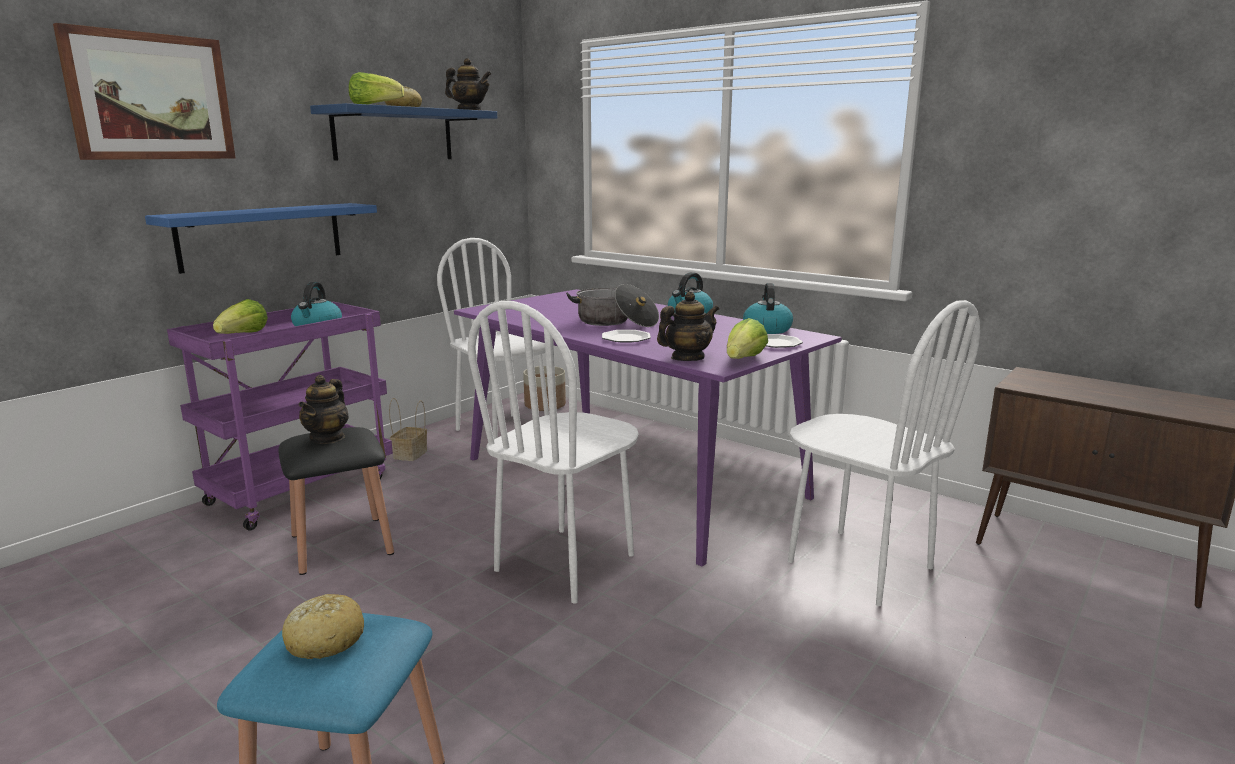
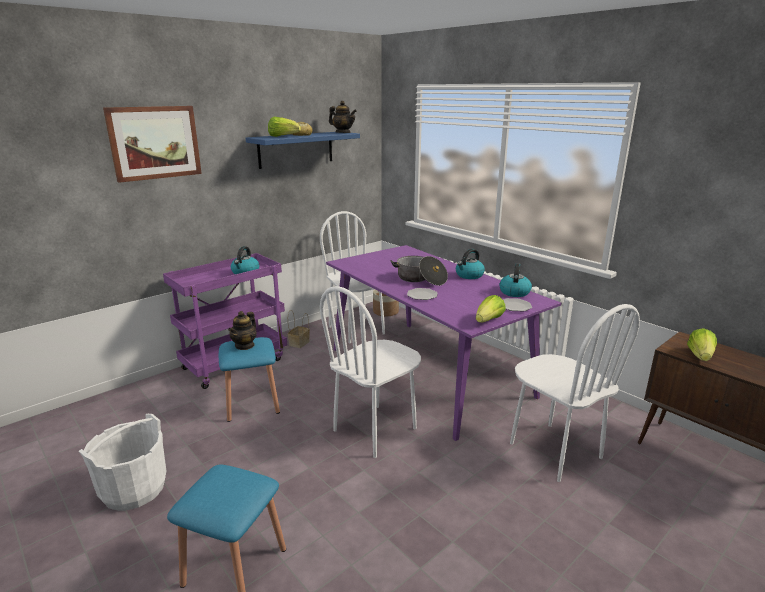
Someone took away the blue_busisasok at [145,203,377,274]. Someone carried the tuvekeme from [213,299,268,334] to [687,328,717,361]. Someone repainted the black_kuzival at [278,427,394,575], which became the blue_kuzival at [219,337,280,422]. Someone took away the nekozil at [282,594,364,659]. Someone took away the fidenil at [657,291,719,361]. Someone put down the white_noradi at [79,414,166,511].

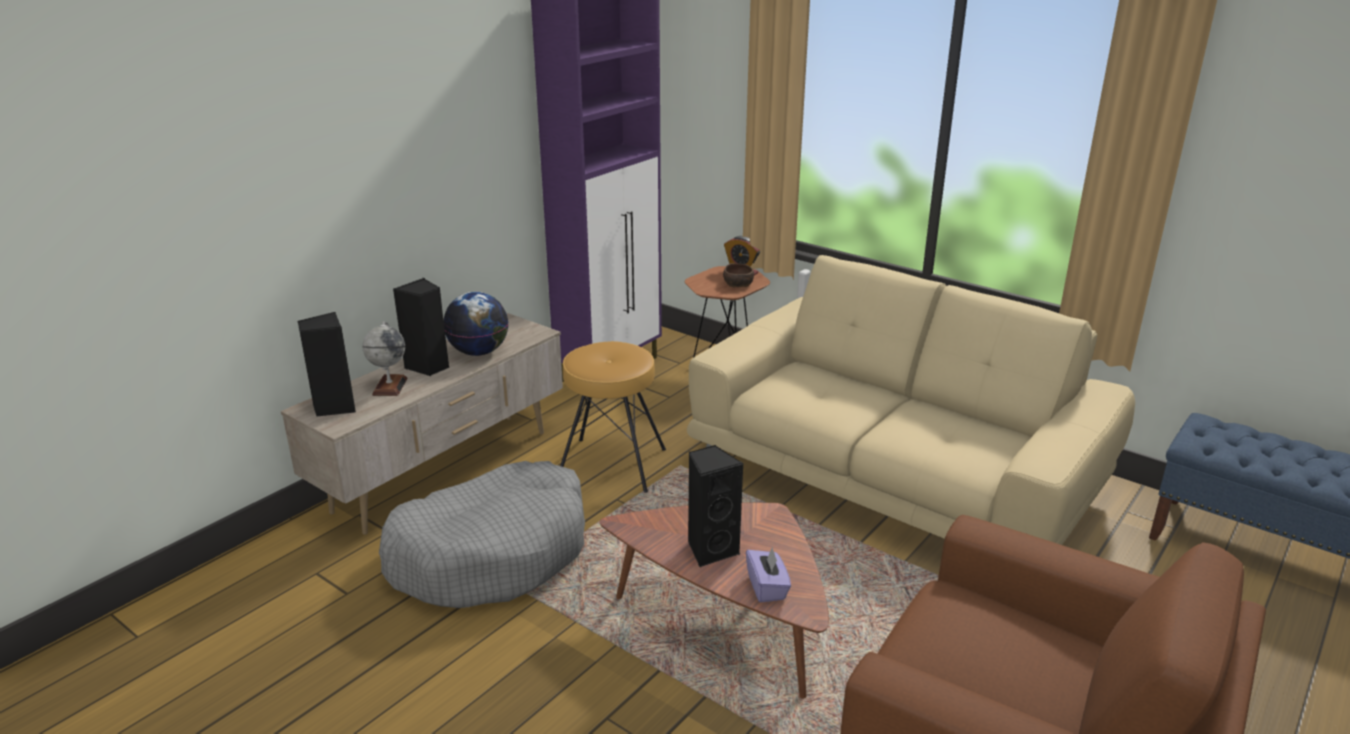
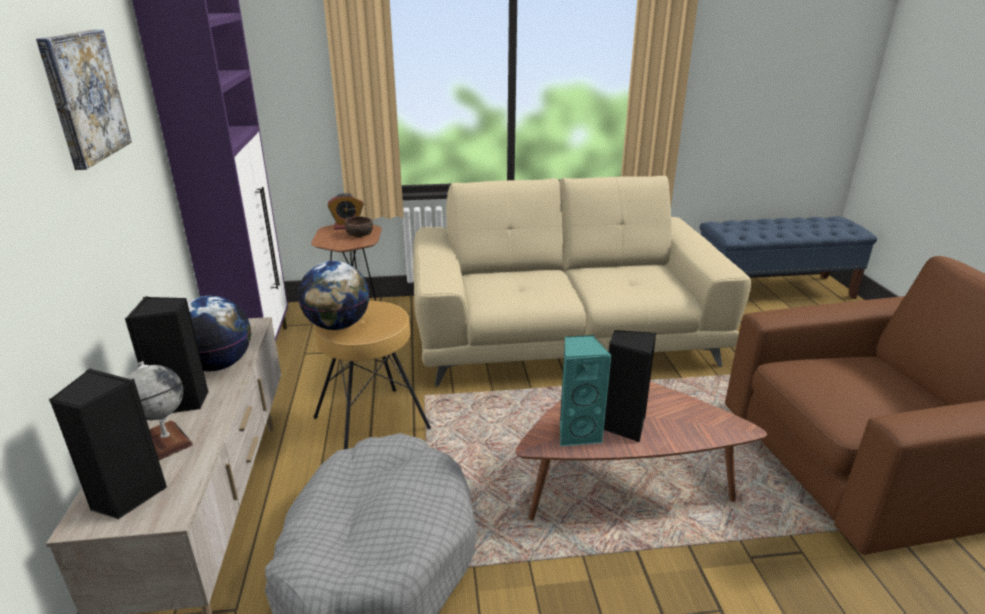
Someone took away the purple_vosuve at [746,546,791,603]. Someone put up the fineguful at [36,29,132,170]. Someone put down the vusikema at [298,261,369,330]. Someone put down the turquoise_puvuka at [560,335,612,446].

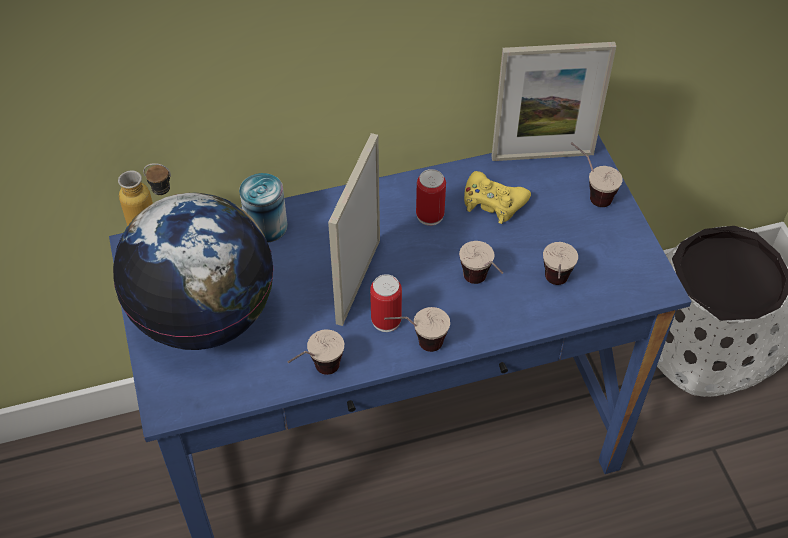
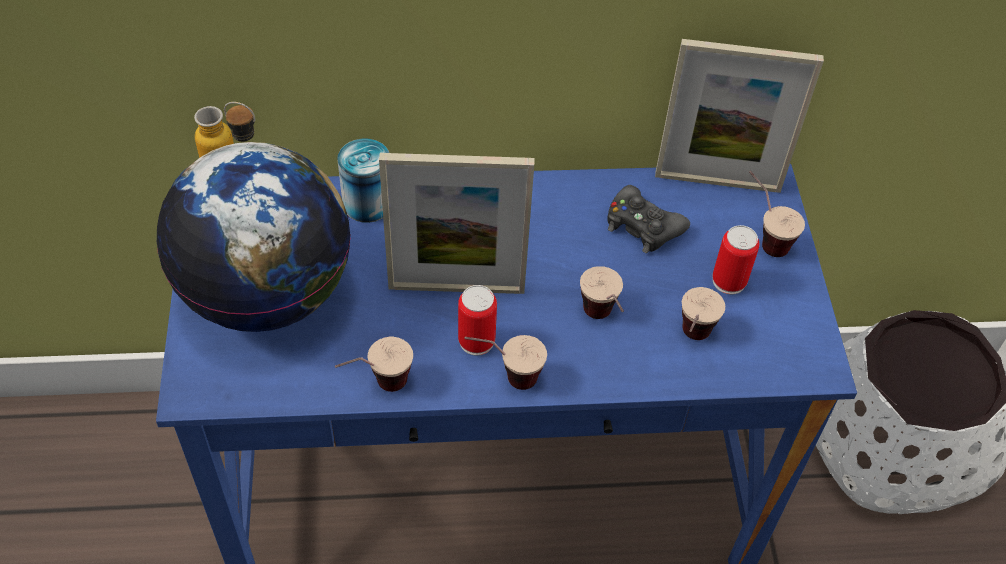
Someone rotated the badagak at [328,133,380,326] by 120 degrees counterclockwise. Someone carried the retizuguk from [416,169,446,226] to [712,225,759,295]. Someone repainted the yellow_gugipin at [464,171,531,224], which became the black_gugipin at [607,185,690,253].

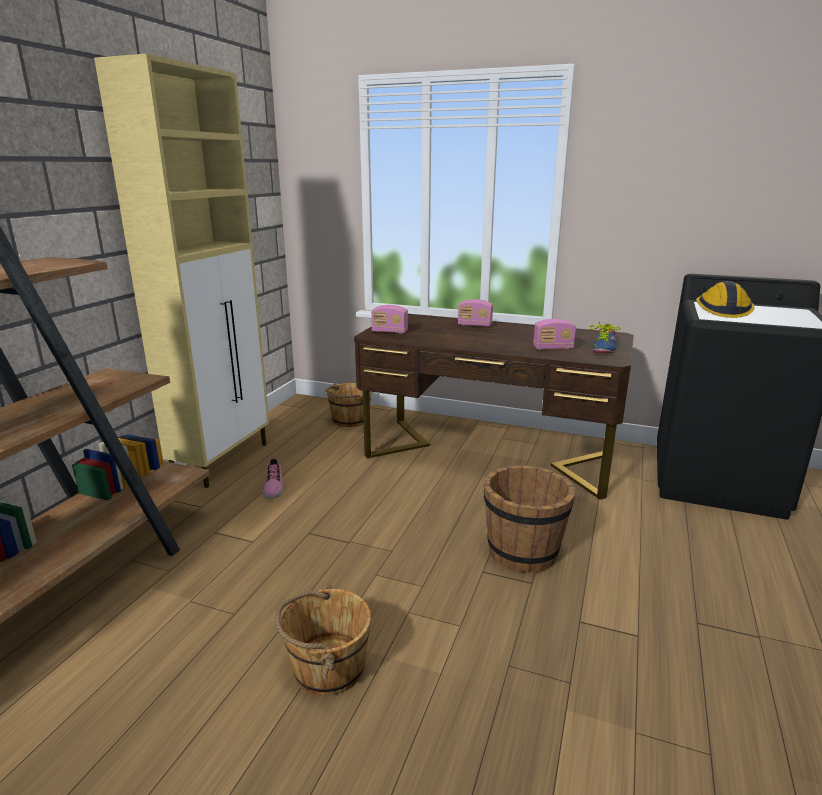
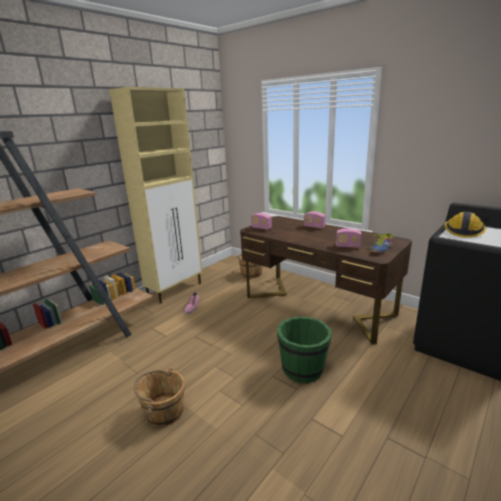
Someone repainted the brown_noradi at [484,465,575,573], which became the green_noradi at [277,316,332,383].

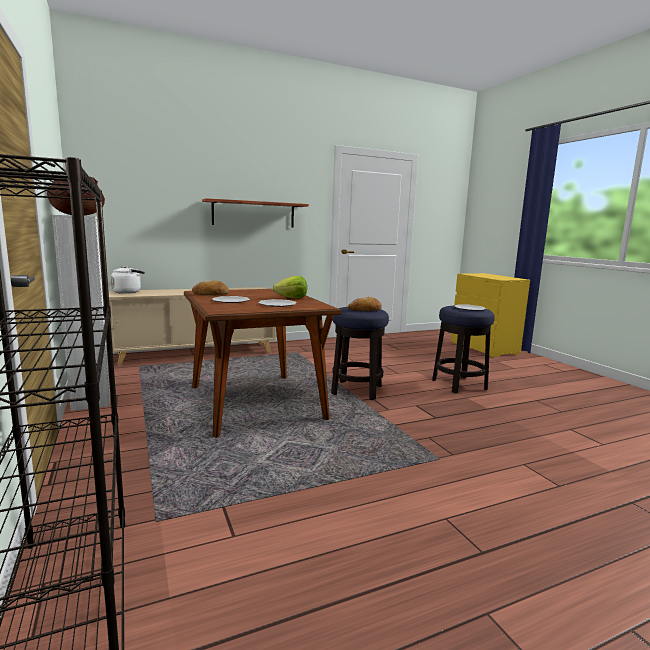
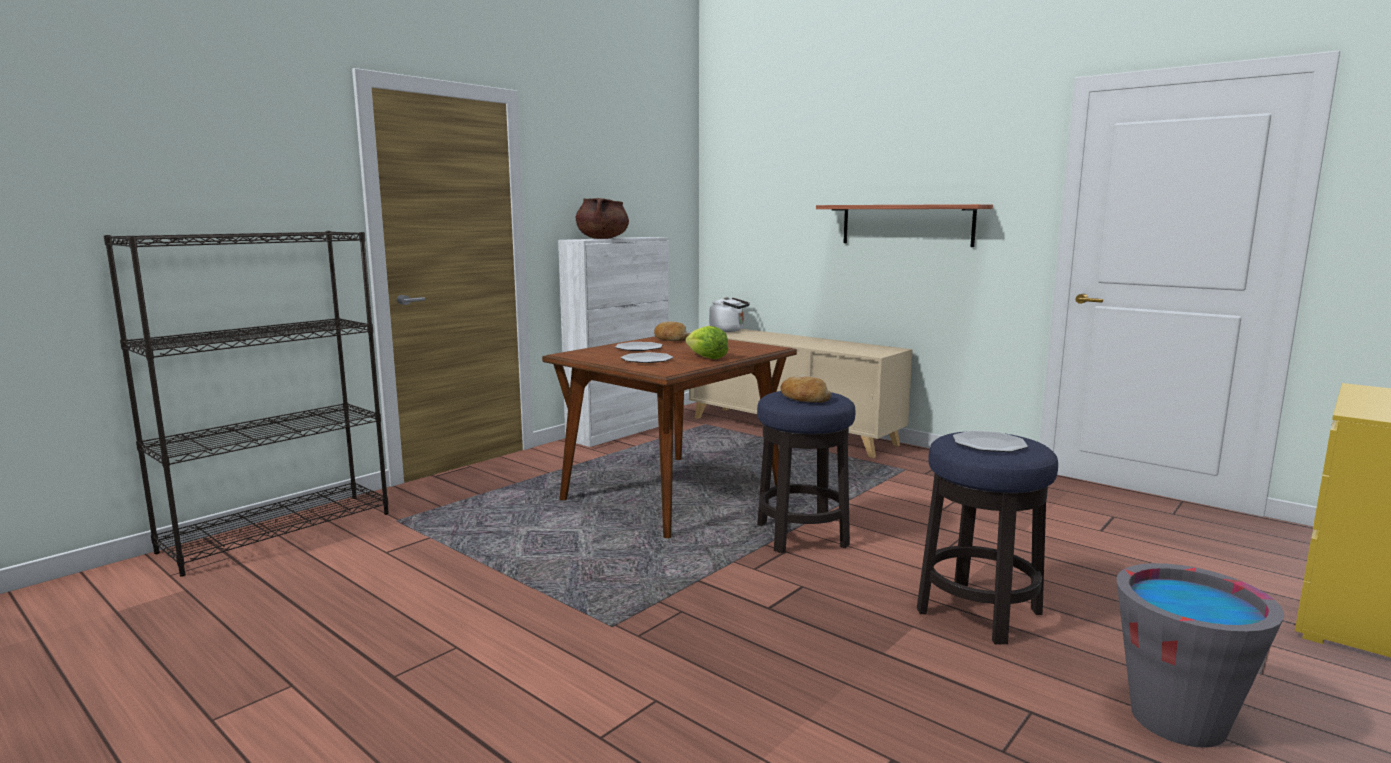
Someone put down the grey_noradi at [1117,563,1284,748].

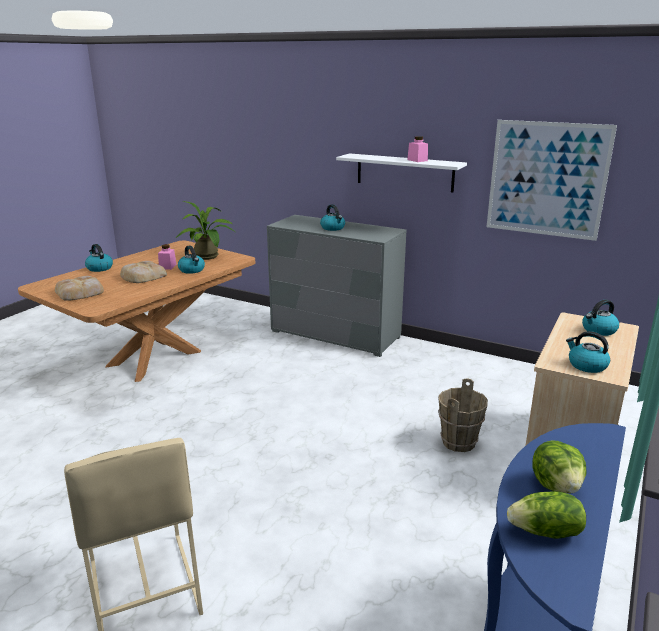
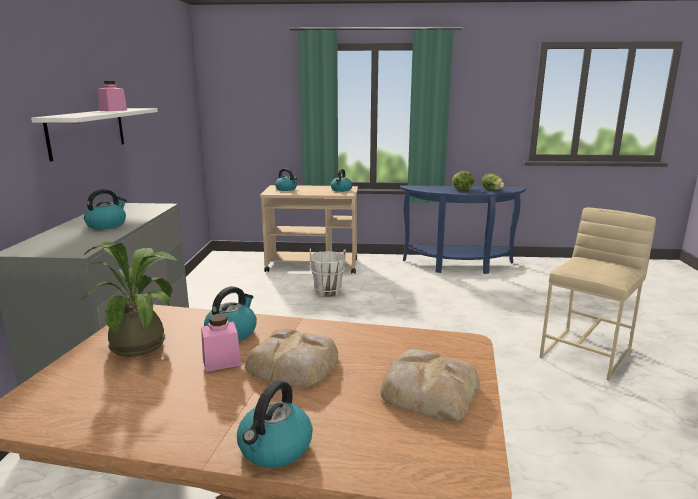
Someone repainted the brown_noradi at [438,378,488,452], which became the white_noradi at [310,249,346,297]. Someone took away the fineguful at [487,120,617,241].

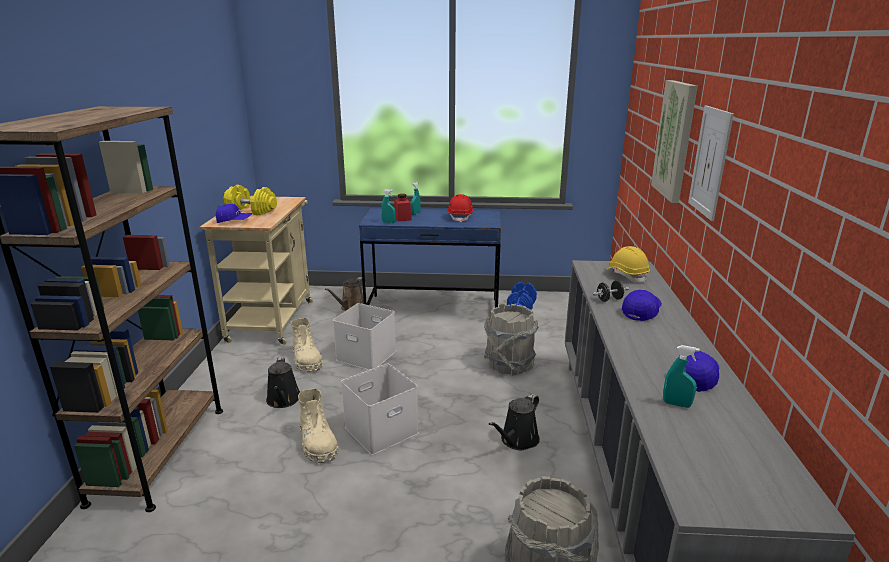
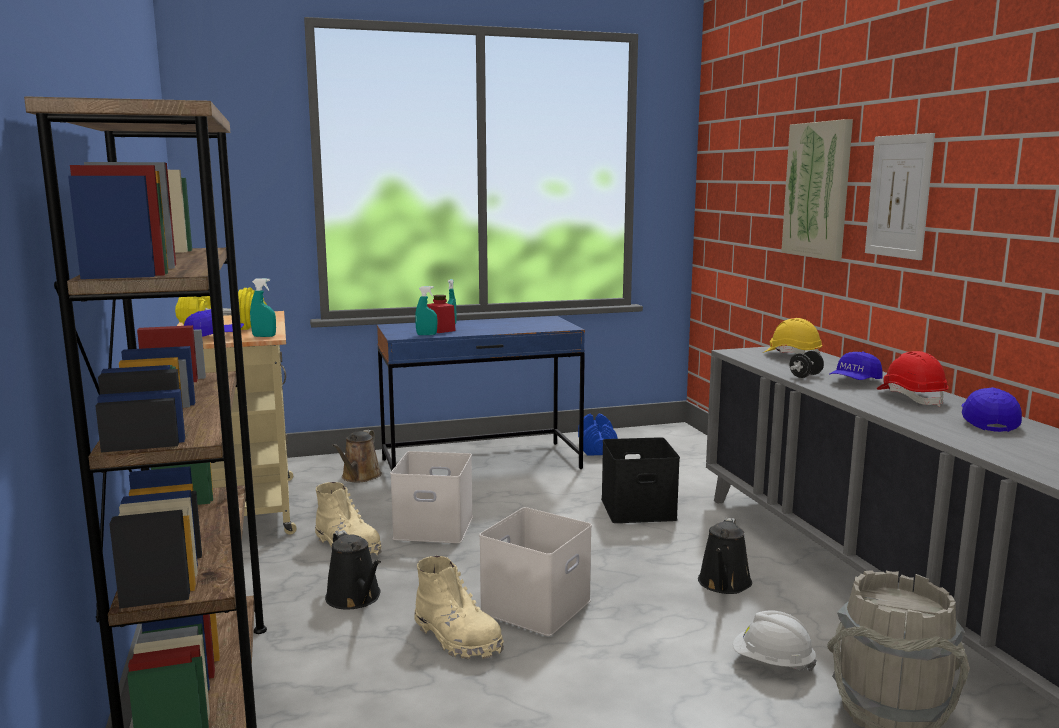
Someone carried the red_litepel from [447,194,474,222] to [877,351,948,407]. Someone swapped the grey_noradi at [484,304,538,376] for the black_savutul at [601,437,680,523]. Someone rotated the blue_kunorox at [622,290,662,321] by 150 degrees counterclockwise. Someone carried the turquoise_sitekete from [663,345,700,408] to [250,278,276,337]. Someone put down the white_litepel at [733,610,817,671].

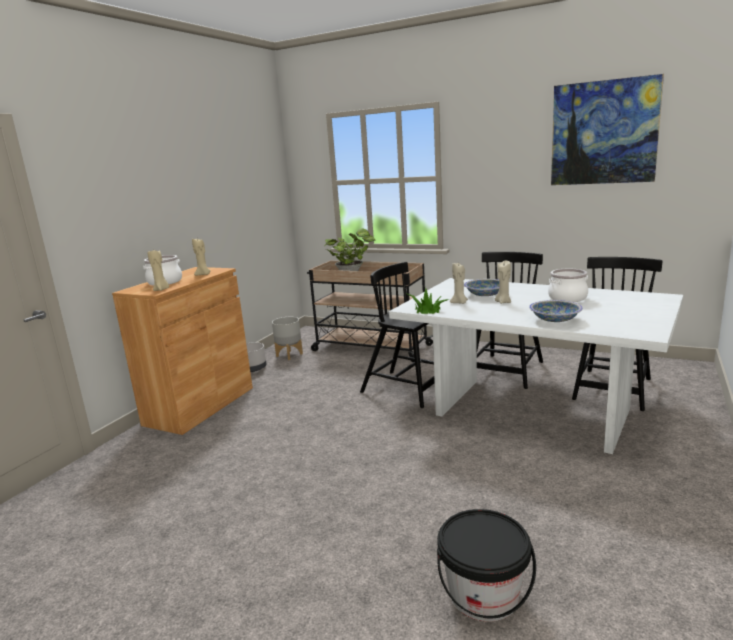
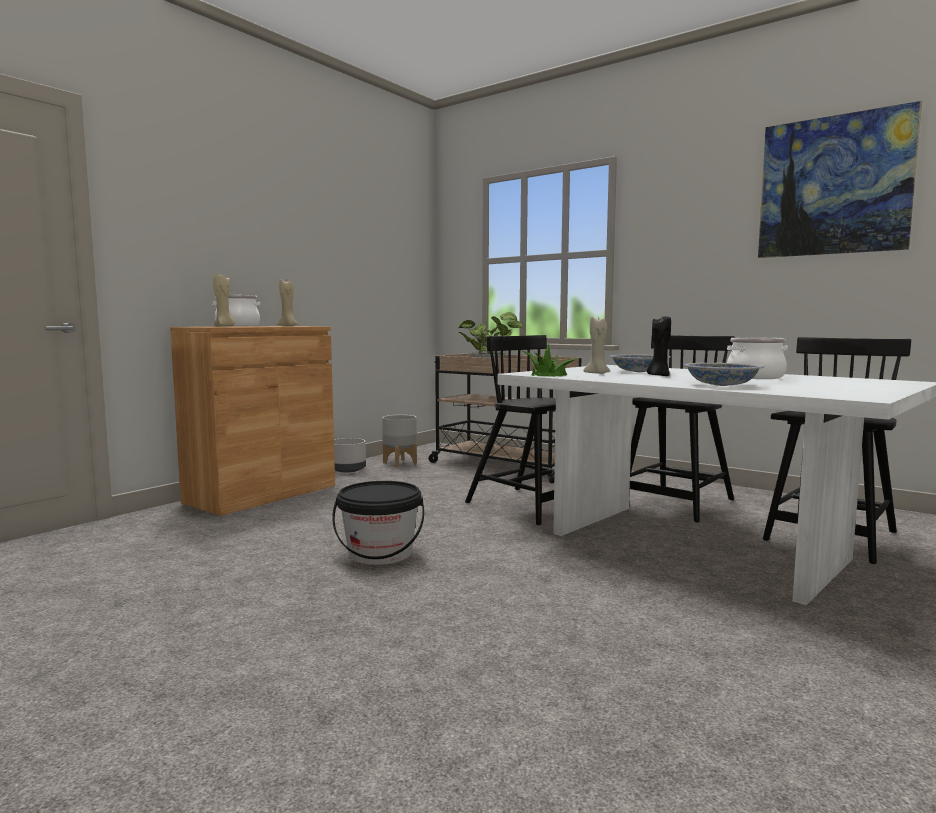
Someone carried the black_noradi from [437,509,536,622] to [332,481,424,565]. Someone repainted the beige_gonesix at [495,260,511,304], which became the black_gonesix at [647,316,671,376].

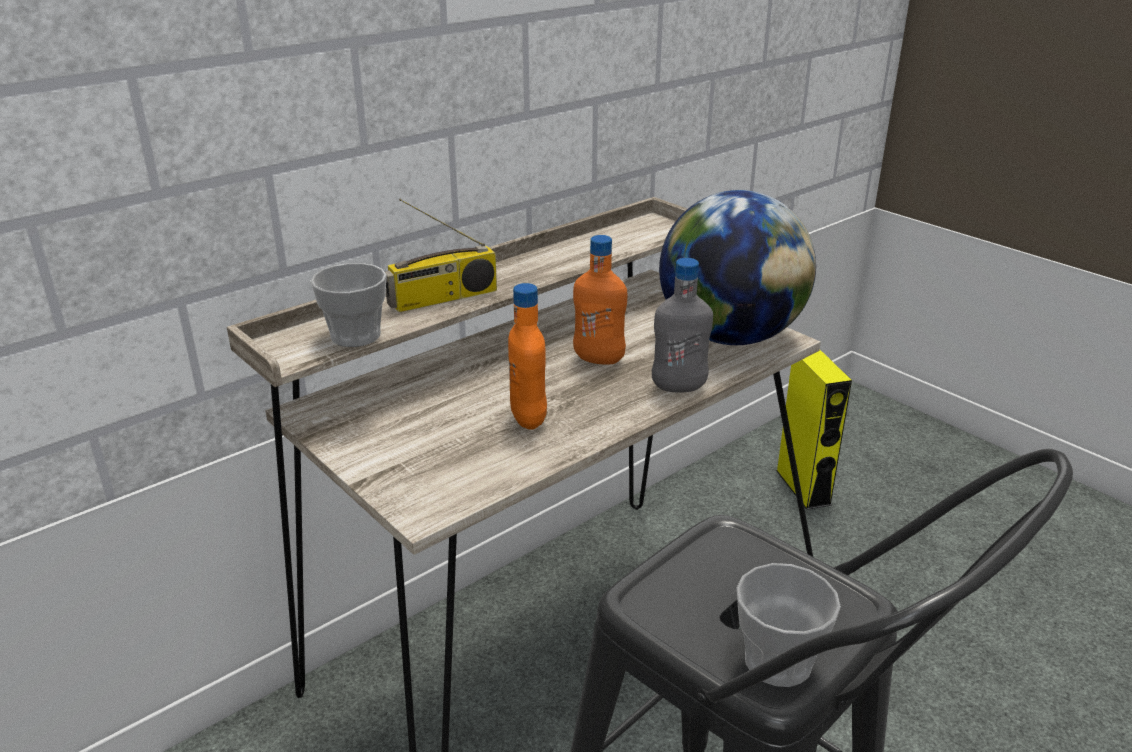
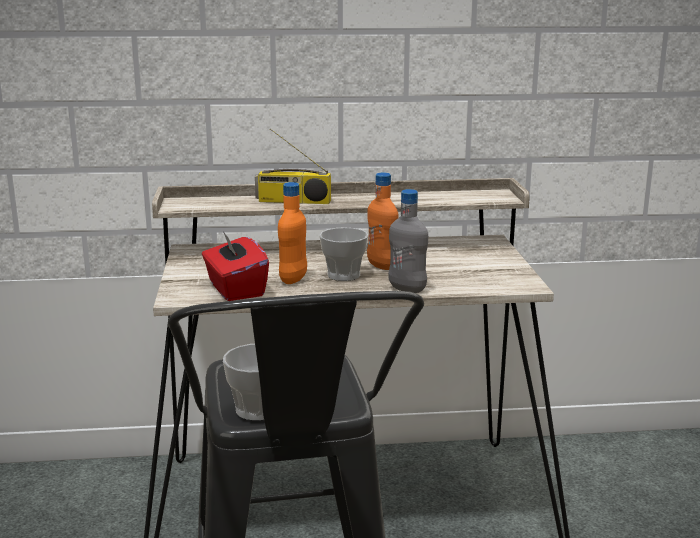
Someone carried the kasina from [310,263,387,347] to [319,227,368,281]. Someone took away the vusikema at [659,190,816,345]. Someone took away the yellow_puvuka at [776,350,852,510]. Someone put down the red_vosuve at [202,231,269,301].

